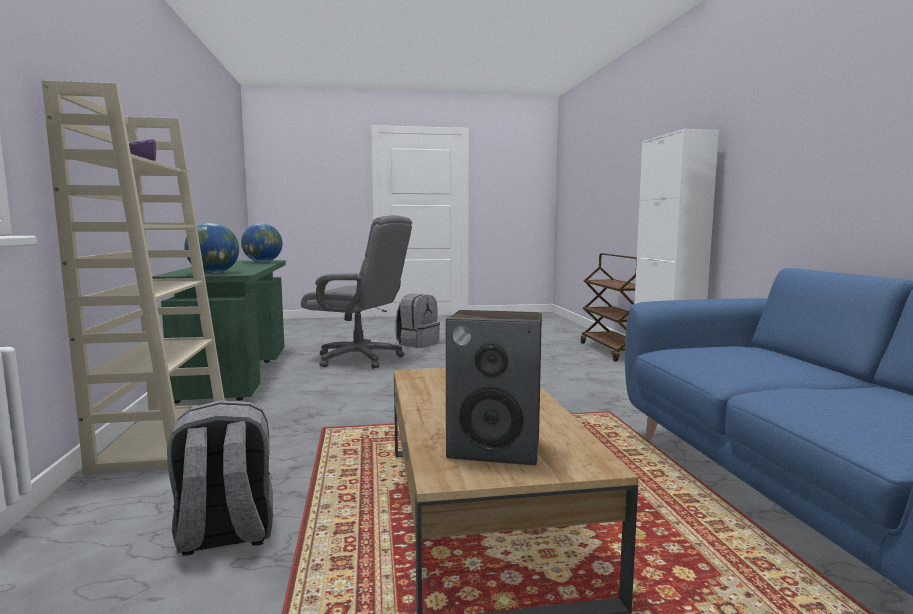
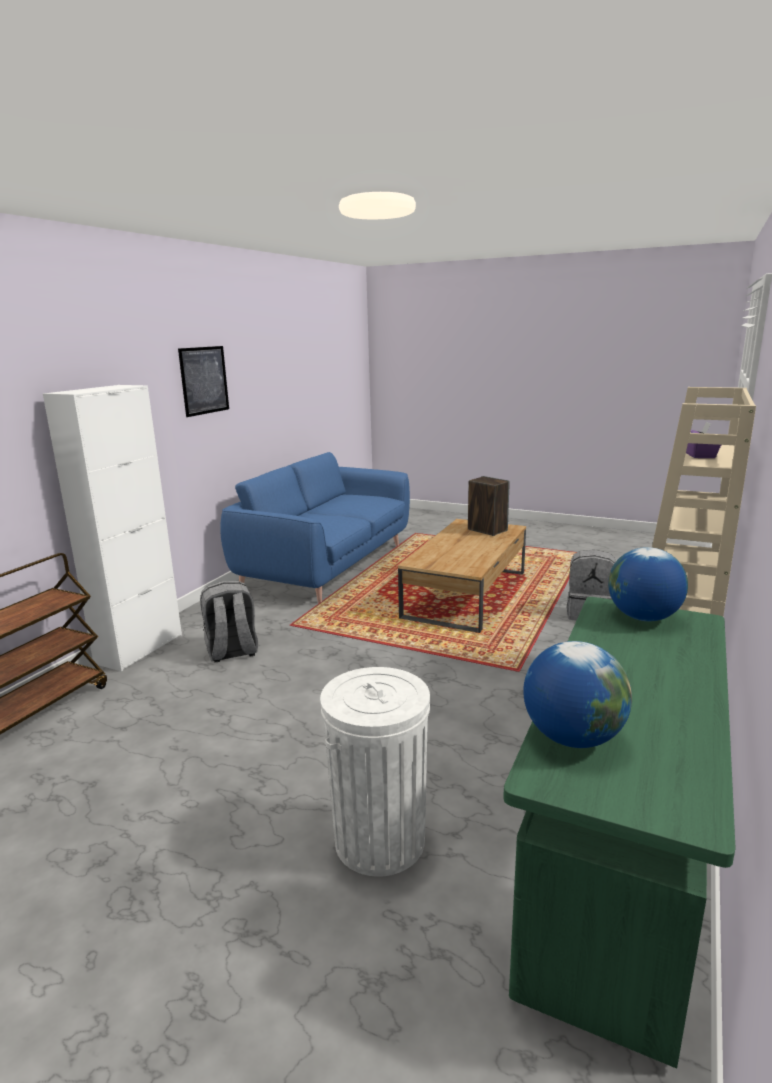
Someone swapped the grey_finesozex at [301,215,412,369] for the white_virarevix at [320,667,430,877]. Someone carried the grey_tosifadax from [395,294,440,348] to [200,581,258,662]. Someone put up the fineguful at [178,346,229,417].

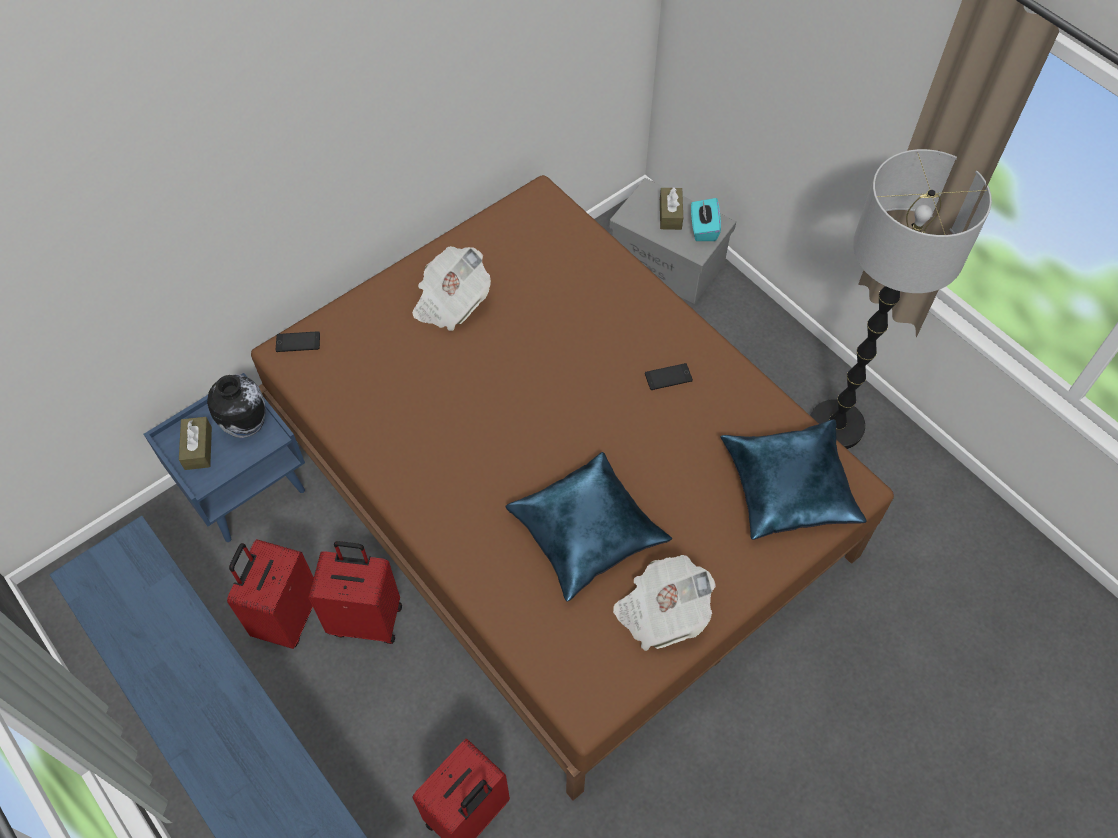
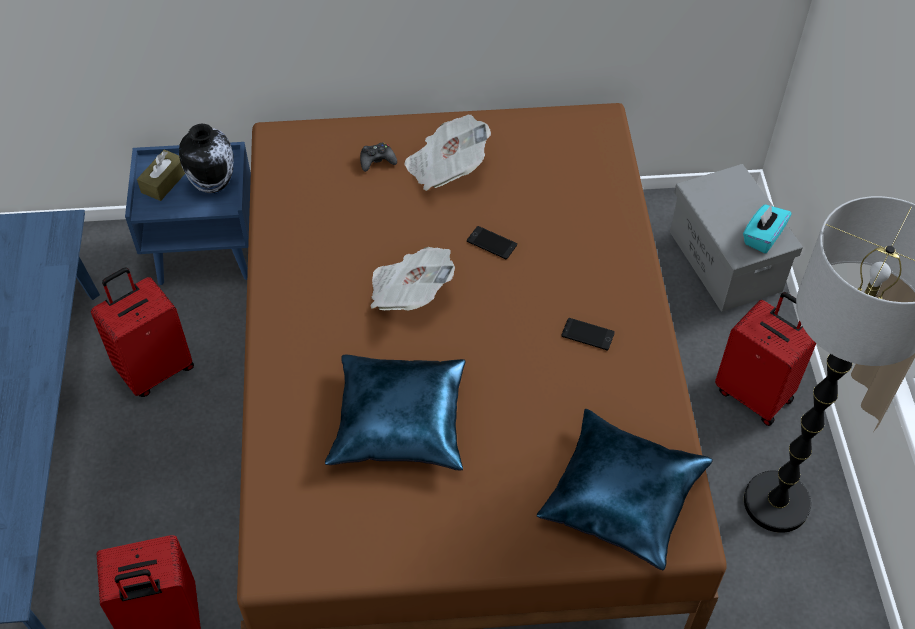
Someone carried the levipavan from [276,331,320,352] to [467,226,517,259]. Someone carried the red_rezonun from [308,541,402,644] to [715,292,816,426]. Someone carried the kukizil from [613,555,716,651] to [370,247,455,311]. Someone took away the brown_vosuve at [660,187,683,230]. Someone put down the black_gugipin at [360,143,397,172].

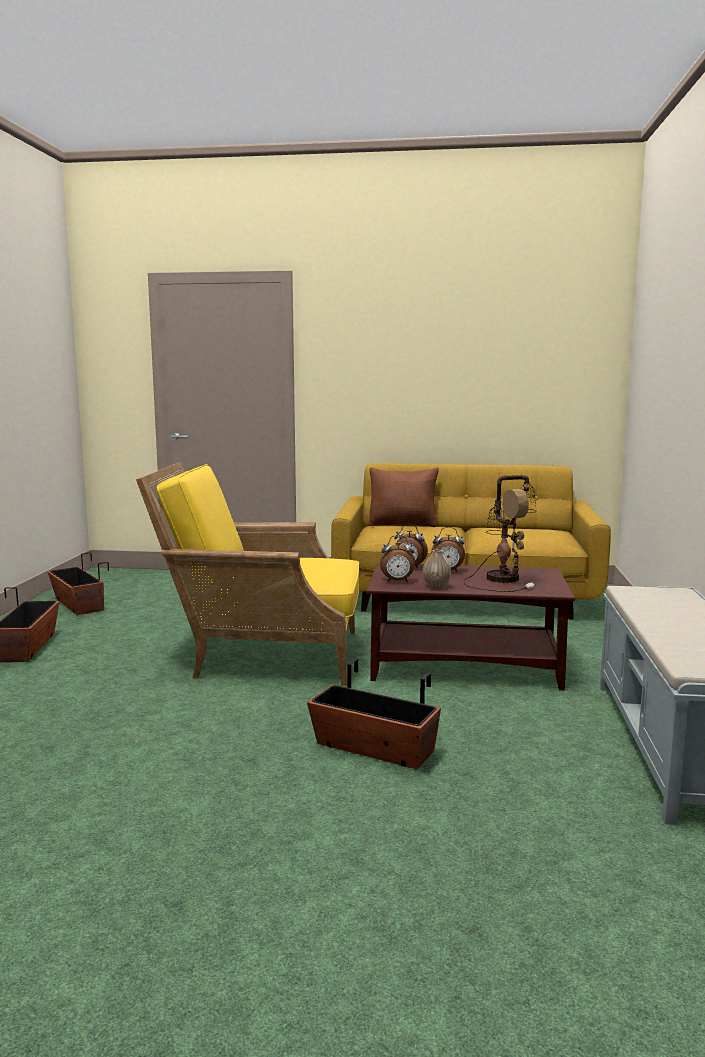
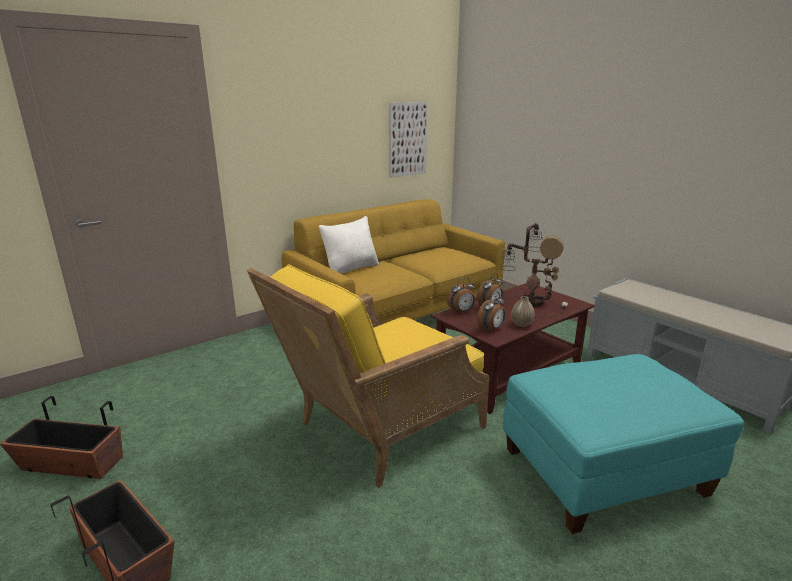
Someone swapped the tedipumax at [307,659,441,769] for the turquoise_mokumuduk at [503,354,744,534]. Someone repainted the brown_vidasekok at [369,467,439,527], which became the white_vidasekok at [319,216,379,274]. Someone put up the fineguful at [389,102,428,177].

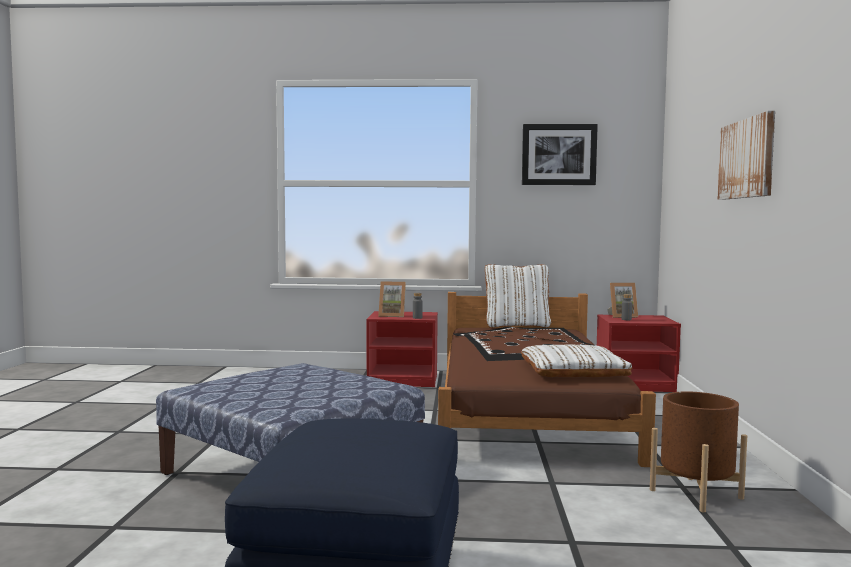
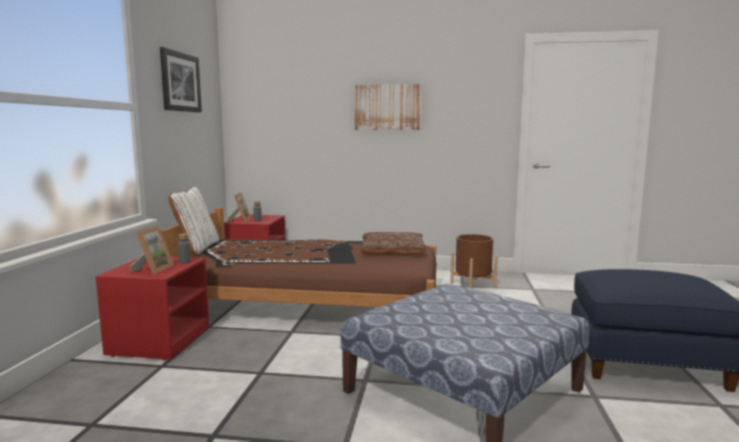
Someone repainted the white_vidasekok at [521,345,632,377], which became the brown_vidasekok at [360,232,426,255].

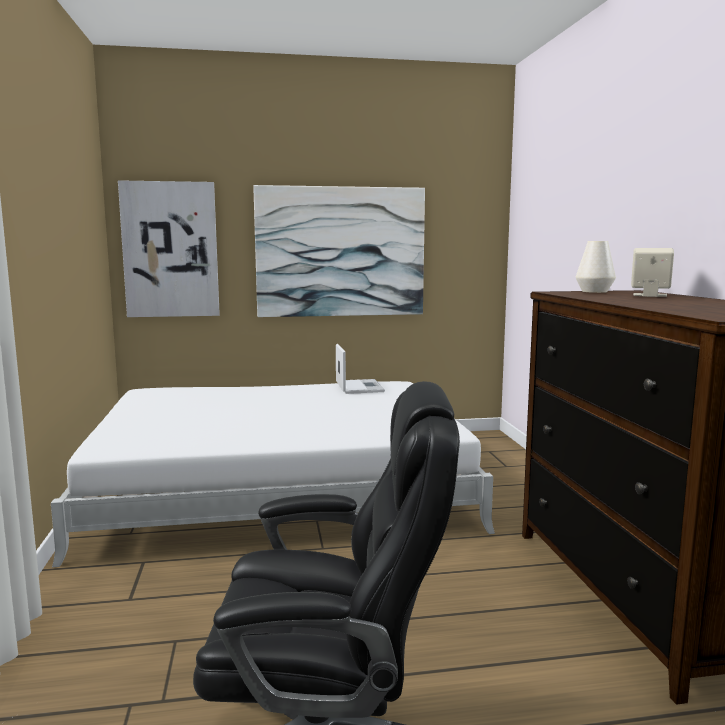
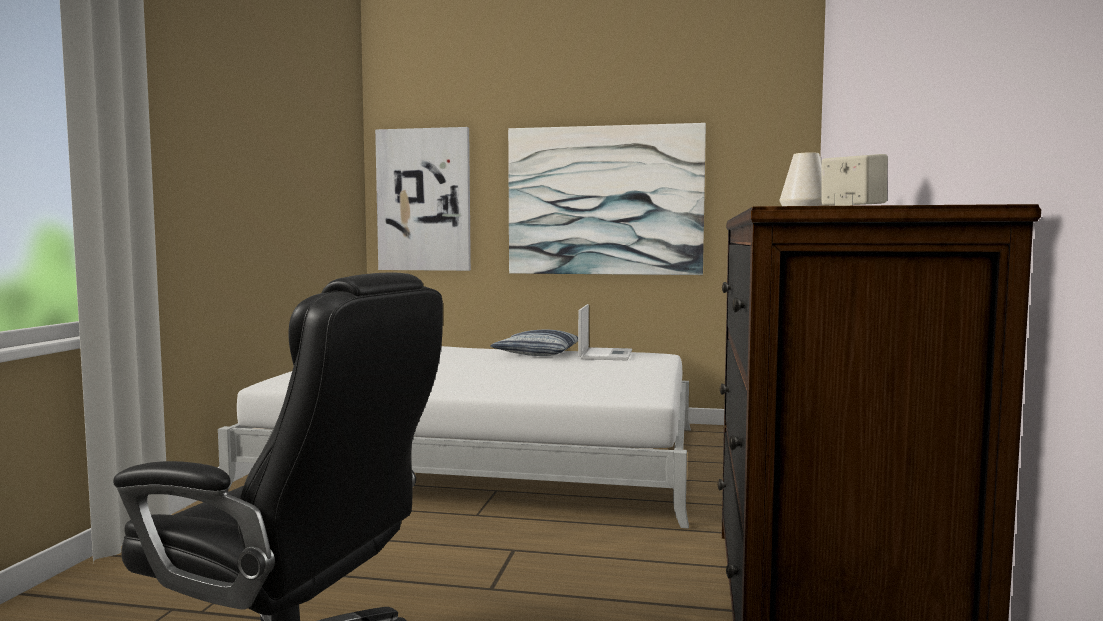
Someone put down the vidasekok at [490,330,578,356].

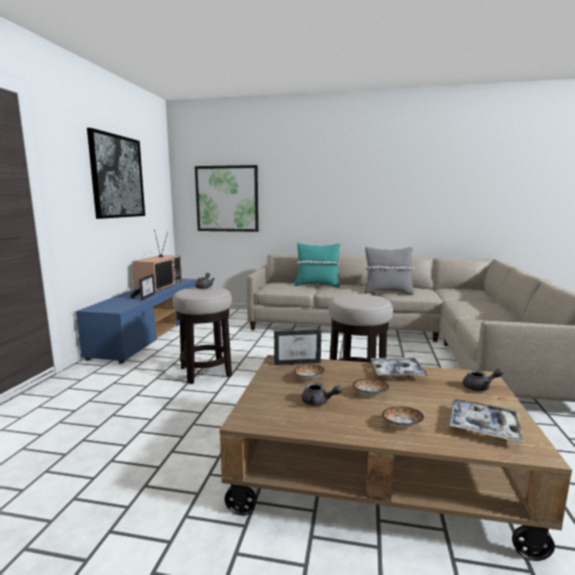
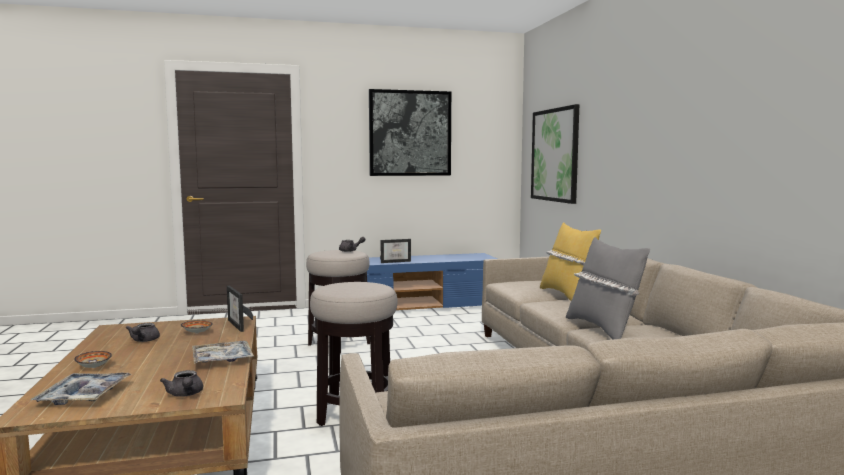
Someone took away the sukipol at [132,231,182,292]. Someone repainted the turquoise_vidasekok at [294,243,341,288], which became the yellow_vidasekok at [540,222,601,301]. Someone took away the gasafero at [353,379,389,395].

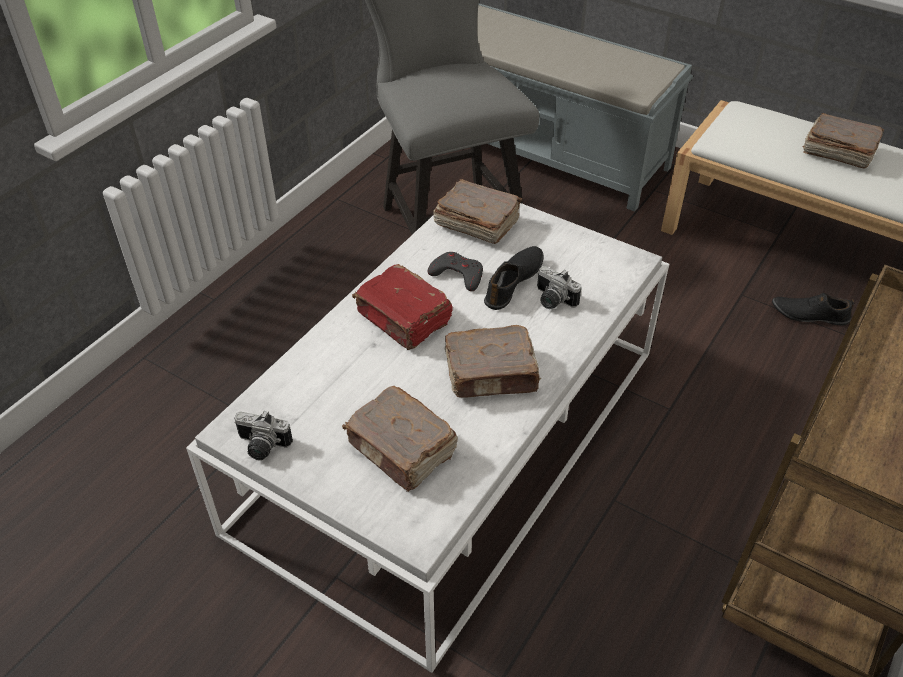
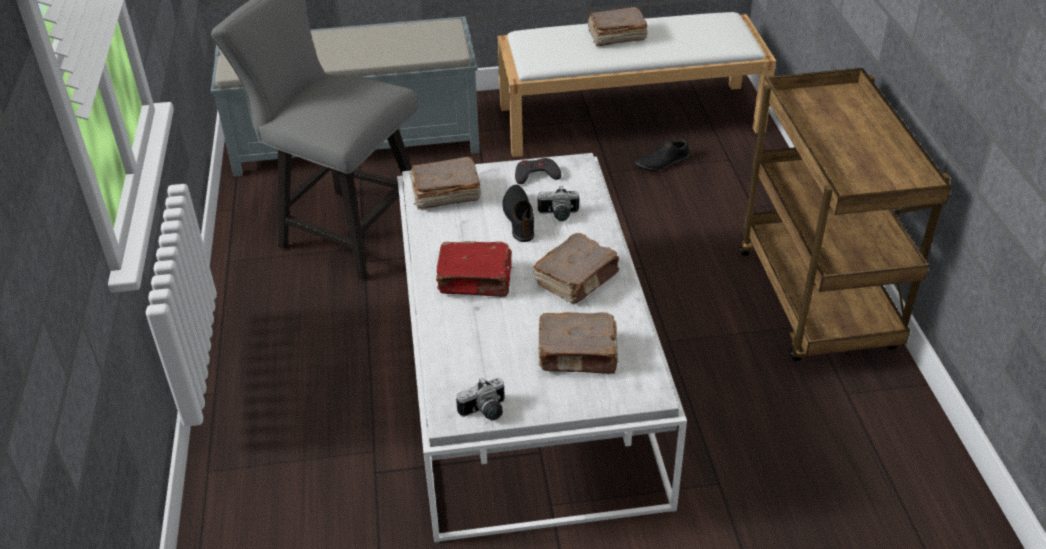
Someone carried the grey_gugipin from [428,252,483,291] to [515,158,561,184].

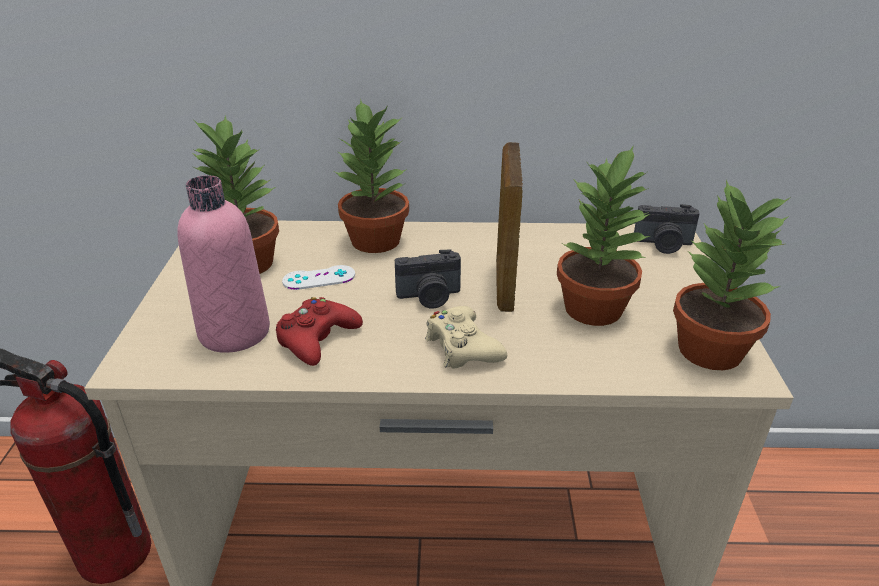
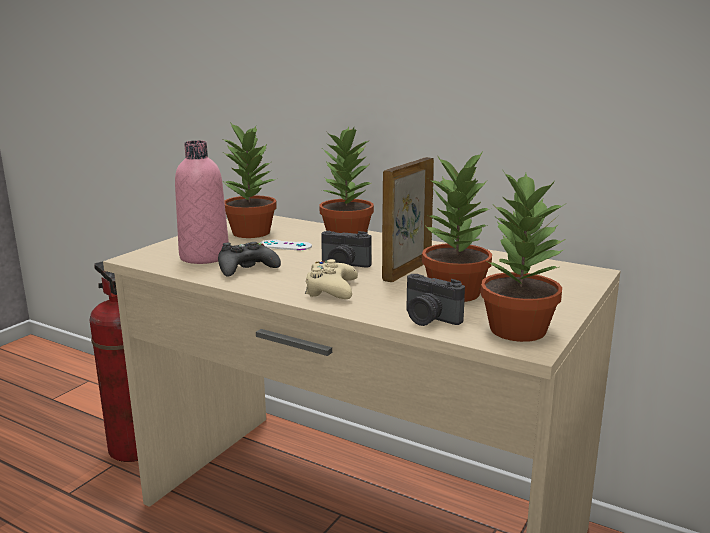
Someone repainted the red_gugipin at [276,297,363,366], which became the black_gugipin at [218,242,281,277]. Someone carried the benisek from [634,204,700,254] to [406,274,465,326].

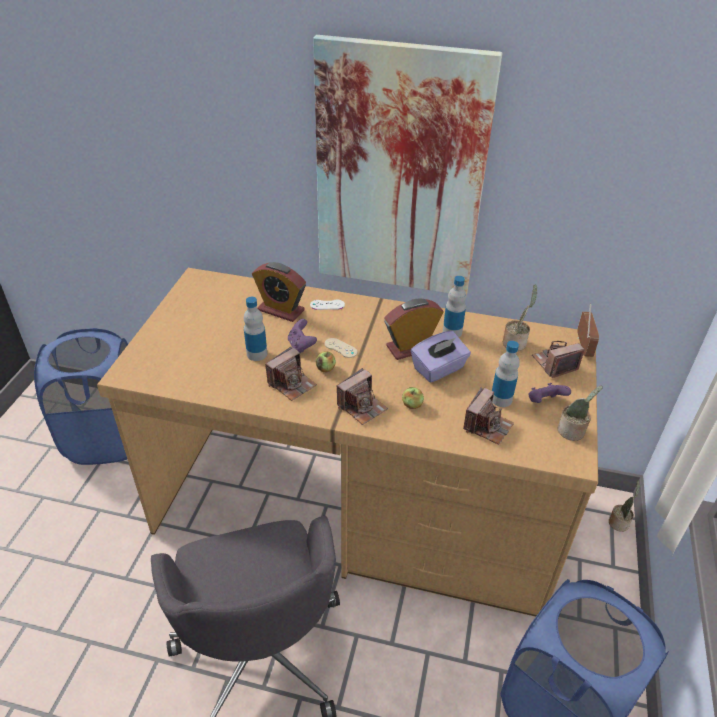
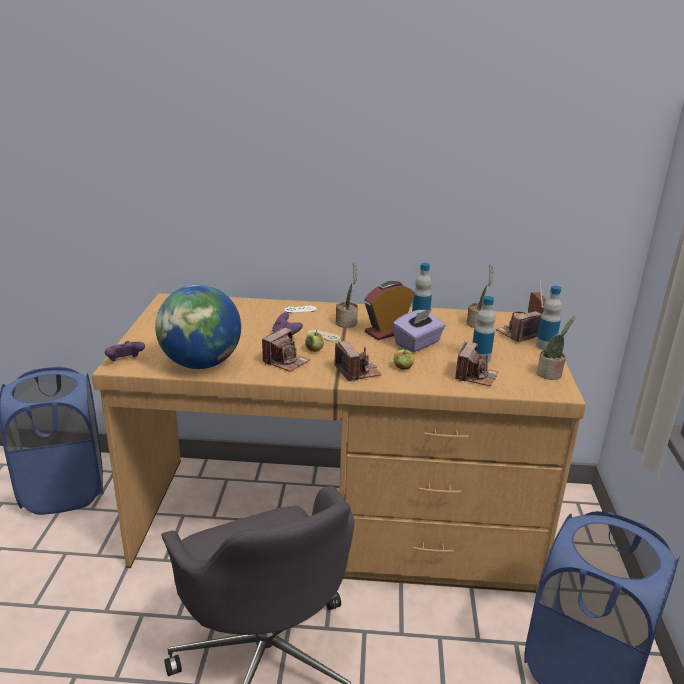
Someone carried the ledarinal from [244,297,267,361] to [536,286,562,350]. Someone took away the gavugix at [252,262,306,322]. Someone took away the fineguful at [313,35,502,295]. Someone rotated the benisek at [337,368,388,425] by 60 degrees counterclockwise. Someone carried the purple_gugipin from [528,383,571,403] to [105,341,145,361]. Someone carried the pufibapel from [609,481,640,532] to [336,263,358,328]. Someone put down the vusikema at [155,285,241,369].

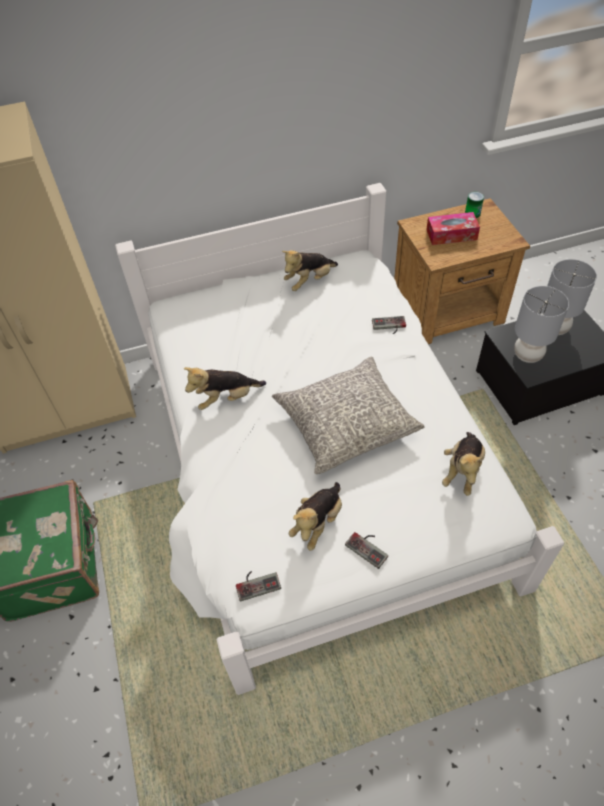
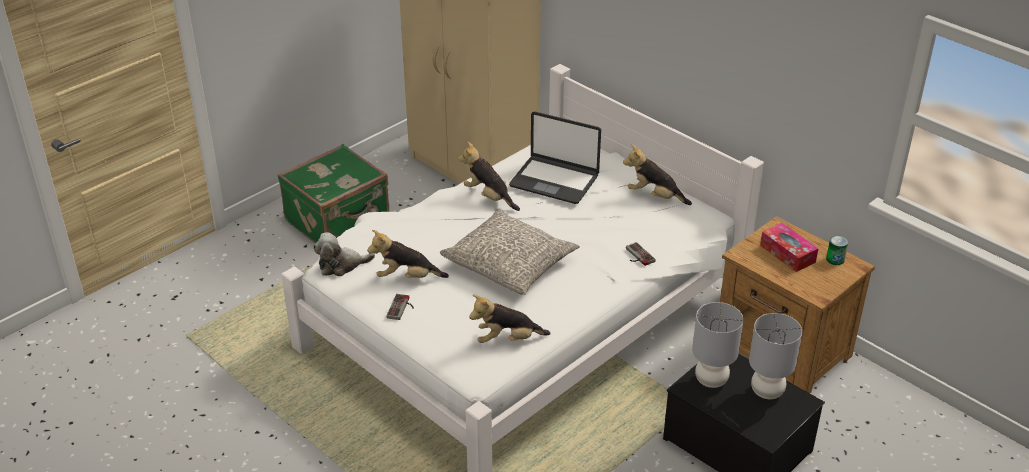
Someone swapped the gugipin at [236,571,281,602] for the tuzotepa at [313,232,375,276]. Someone put down the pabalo at [509,112,601,204].

